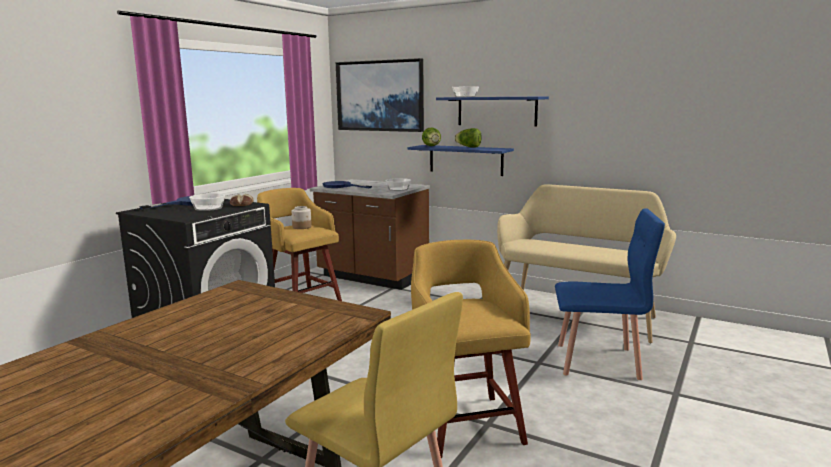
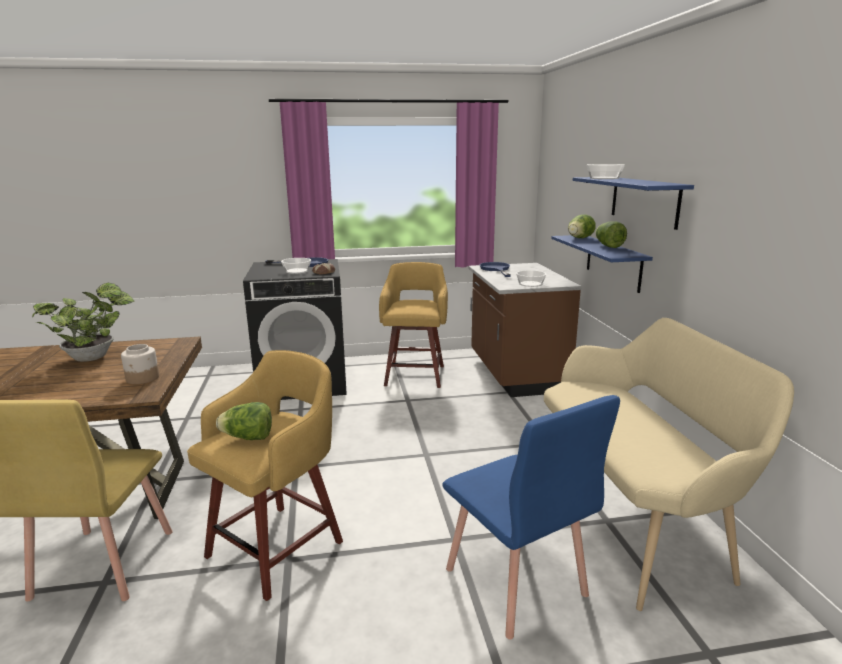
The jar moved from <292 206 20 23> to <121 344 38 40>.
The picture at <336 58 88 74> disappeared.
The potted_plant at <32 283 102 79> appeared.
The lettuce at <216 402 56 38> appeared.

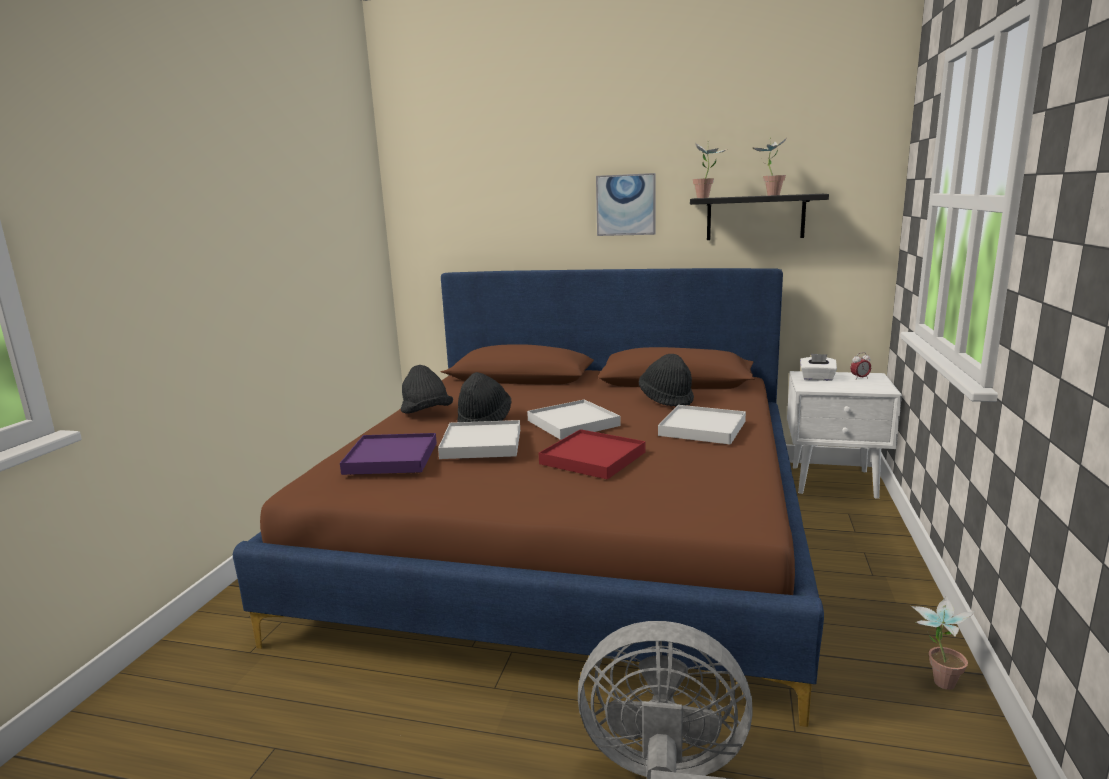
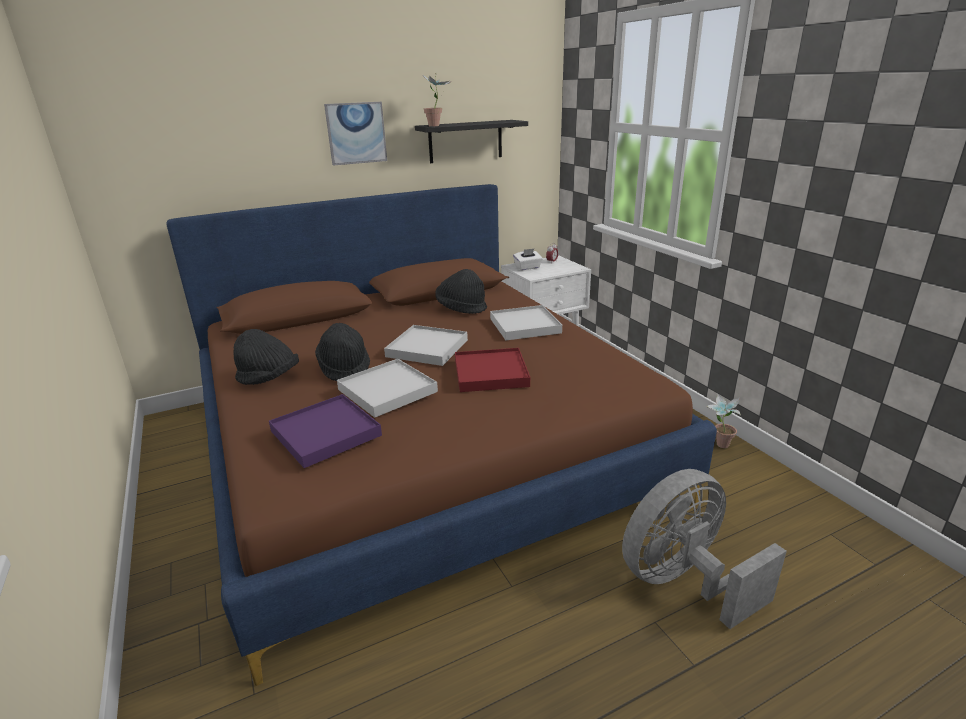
The potted_plant at <752 138 35 58> disappeared.

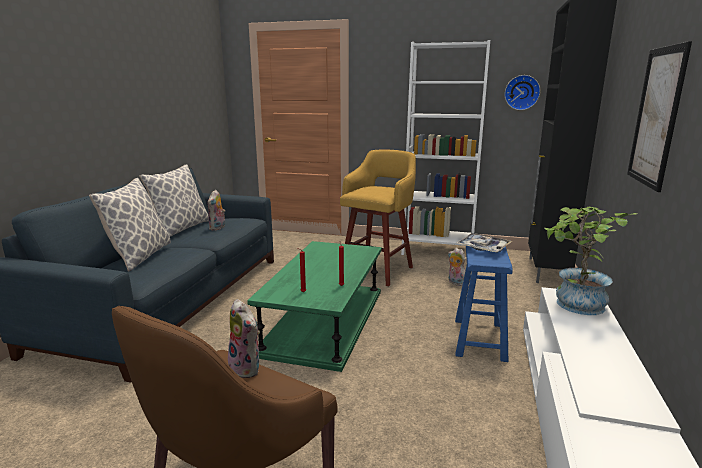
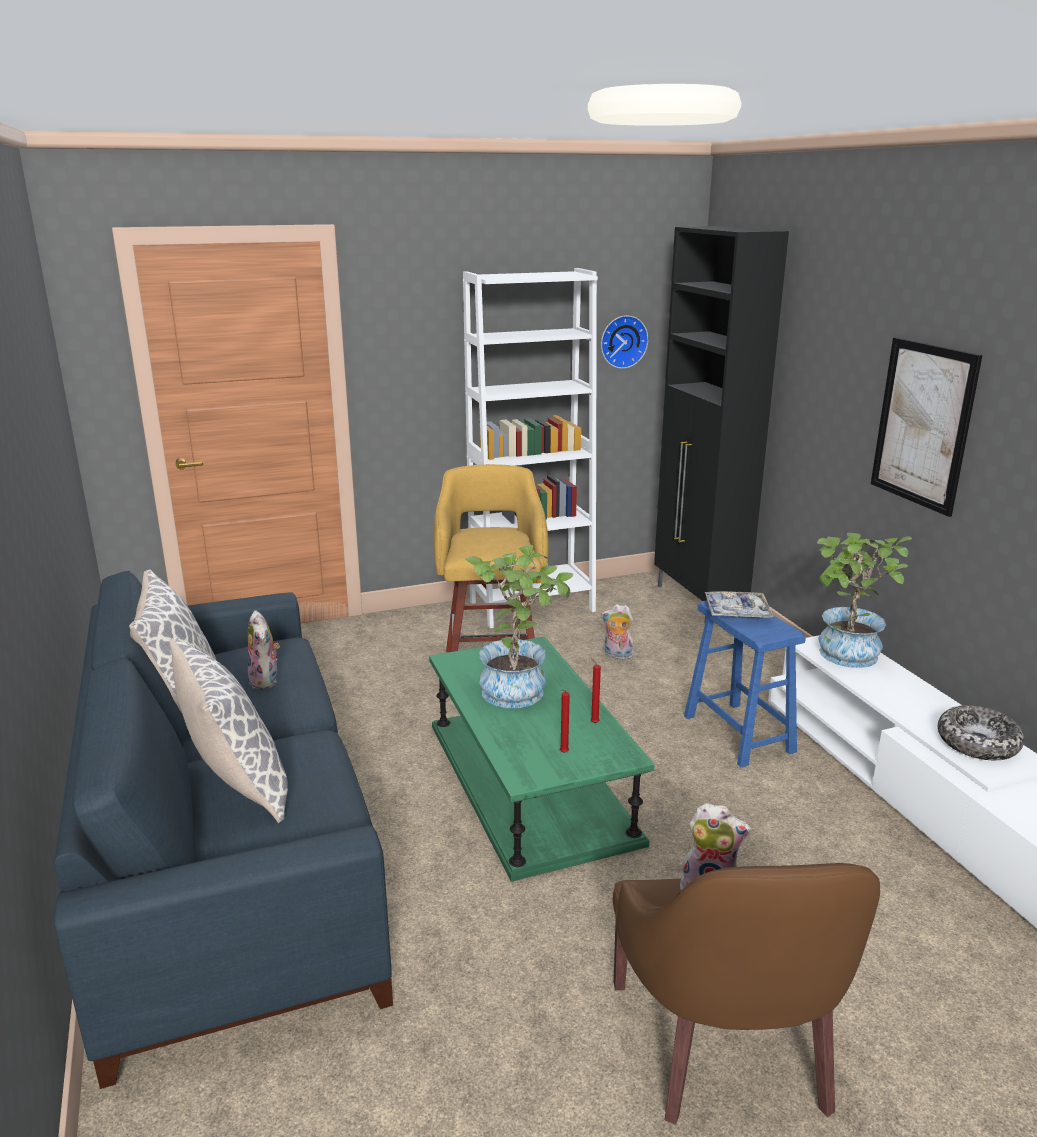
The potted_plant at <465 545 108 163> appeared.
The bowl at <938 705 86 55> appeared.

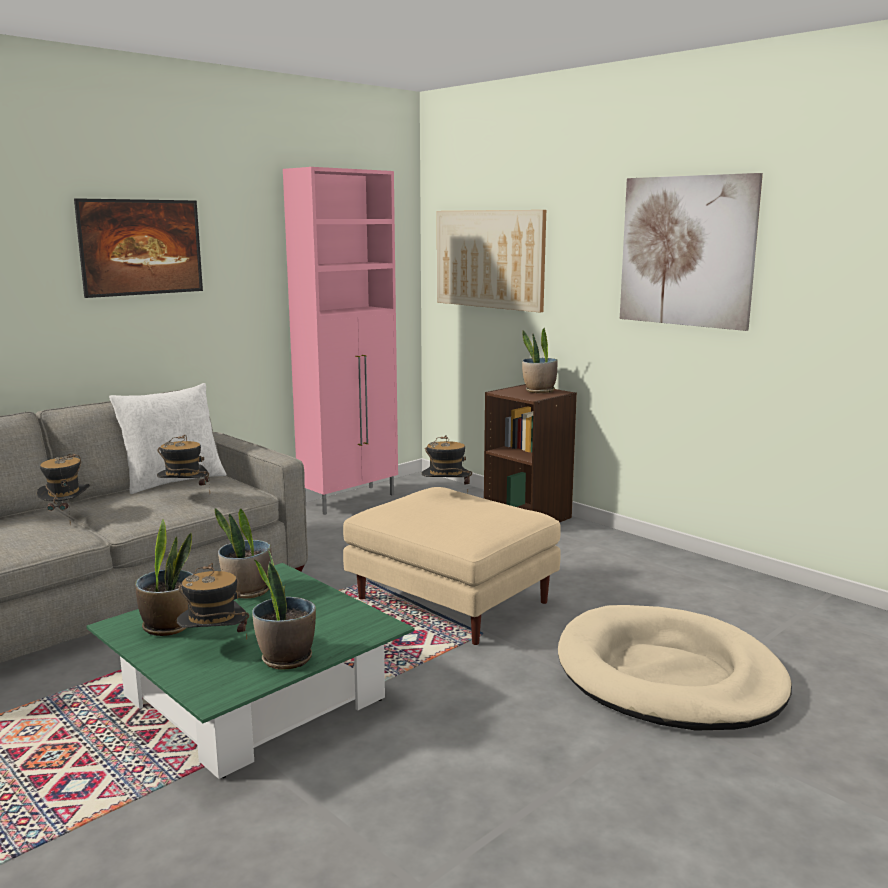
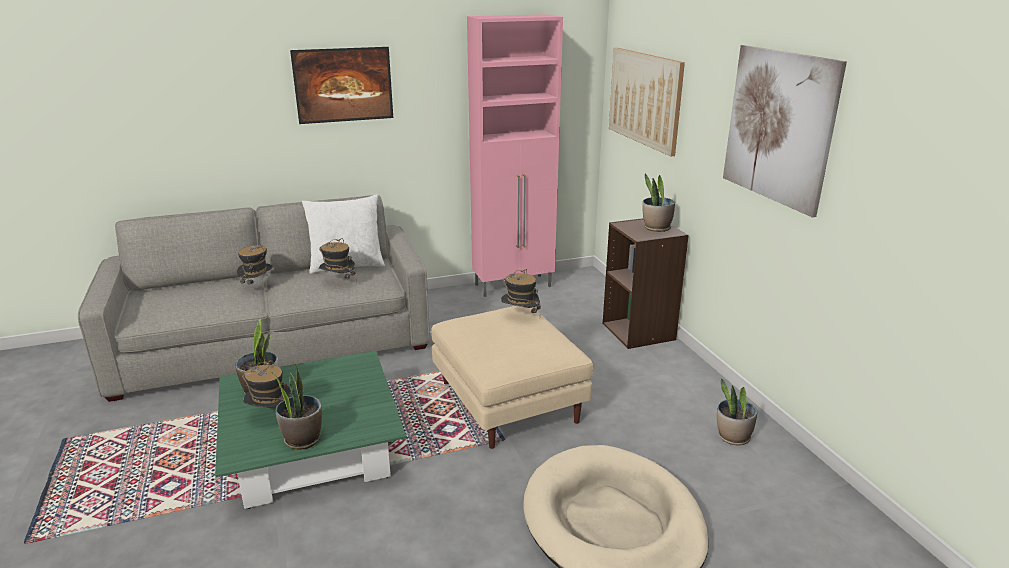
The potted_plant moved from <214 508 58 91> to <717 378 40 68>.

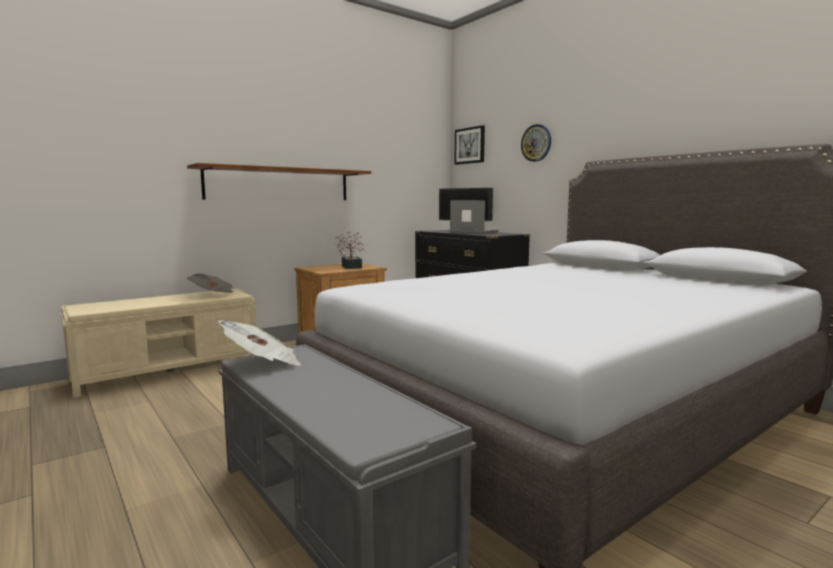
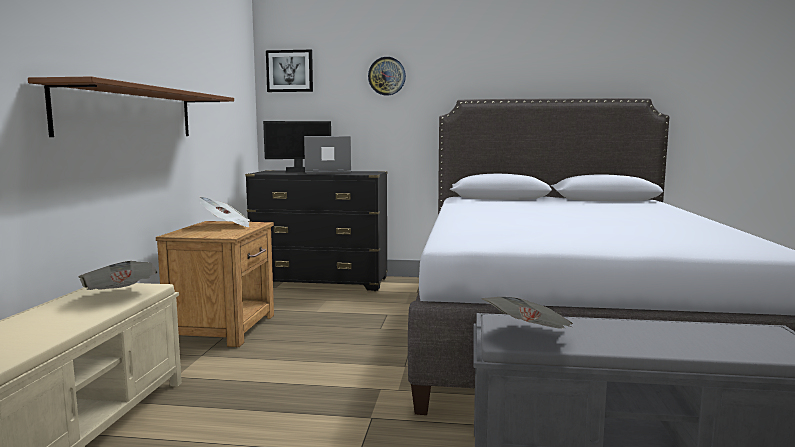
The potted_plant at <334 231 32 38> was replaced by the newspaper at <199 197 51 30>.

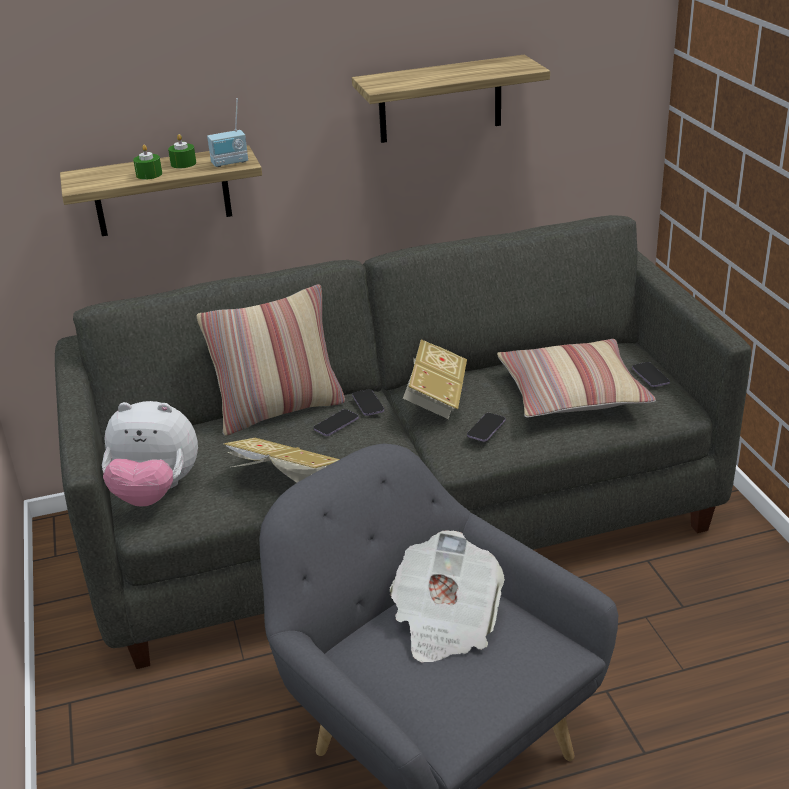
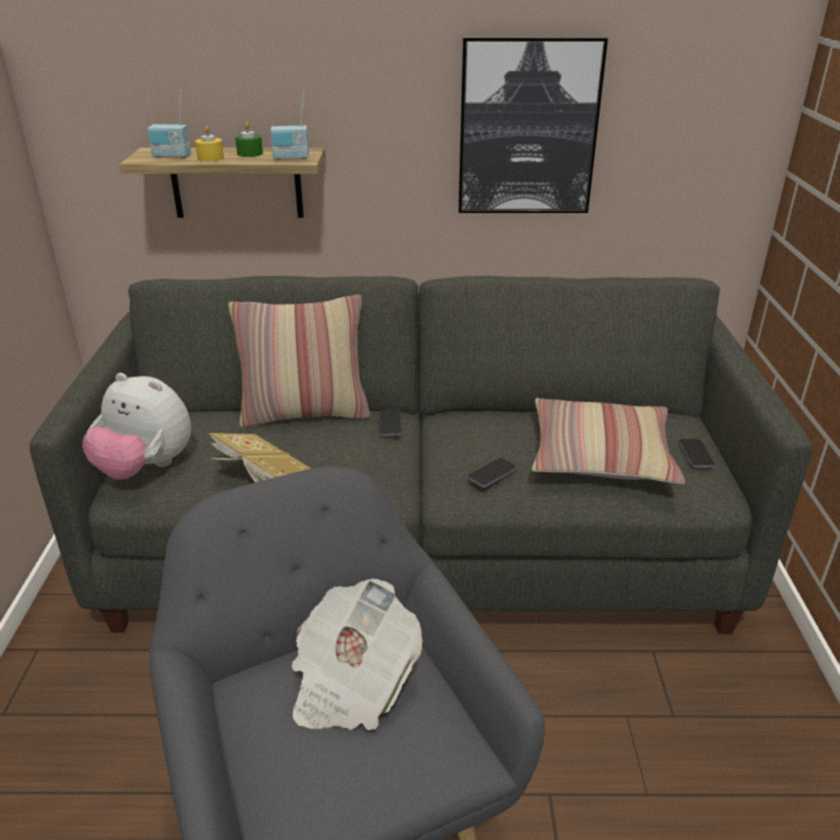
The green_candle at <133 144 29 35> became the yellow_candle at <195 126 29 35>.
The phone at <313 409 46 27> disappeared.
The shelf at <352 55 198 88> was replaced by the picture at <458 37 150 176>.
The book at <403 339 64 80> disappeared.
The radio at <147 90 44 68> appeared.

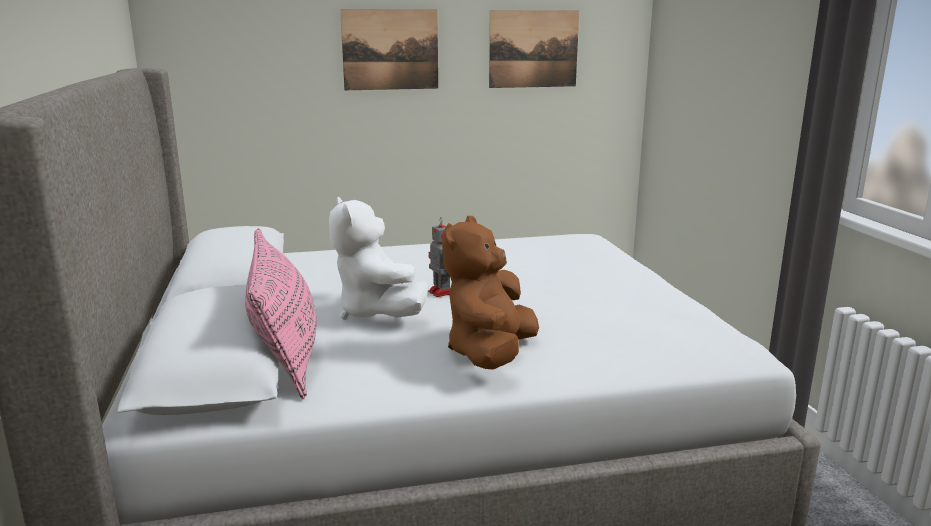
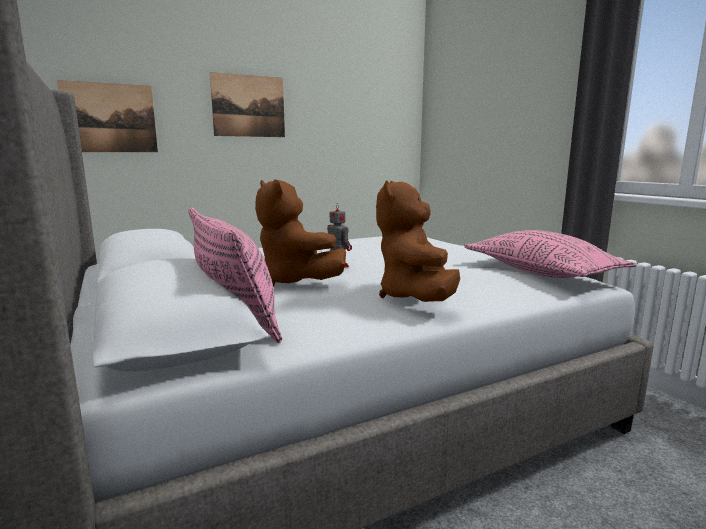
The white_plush_toy at <329 197 99 123> became the brown_plush_toy at <255 179 91 108>.
The picture moved from <489 10 90 78> to <57 80 101 72>.
The pink_pillow at <464 230 172 48> appeared.

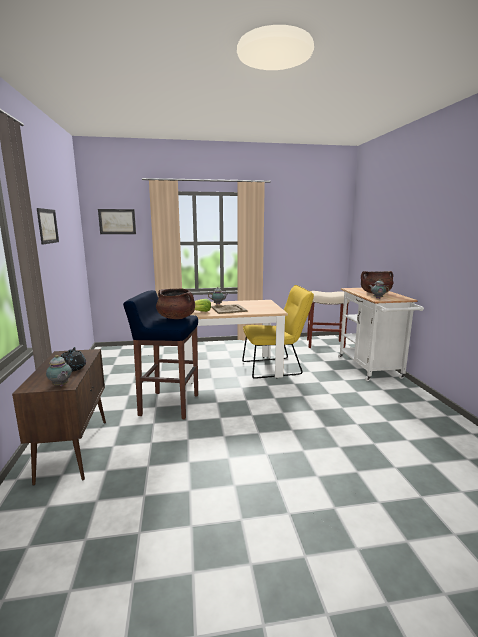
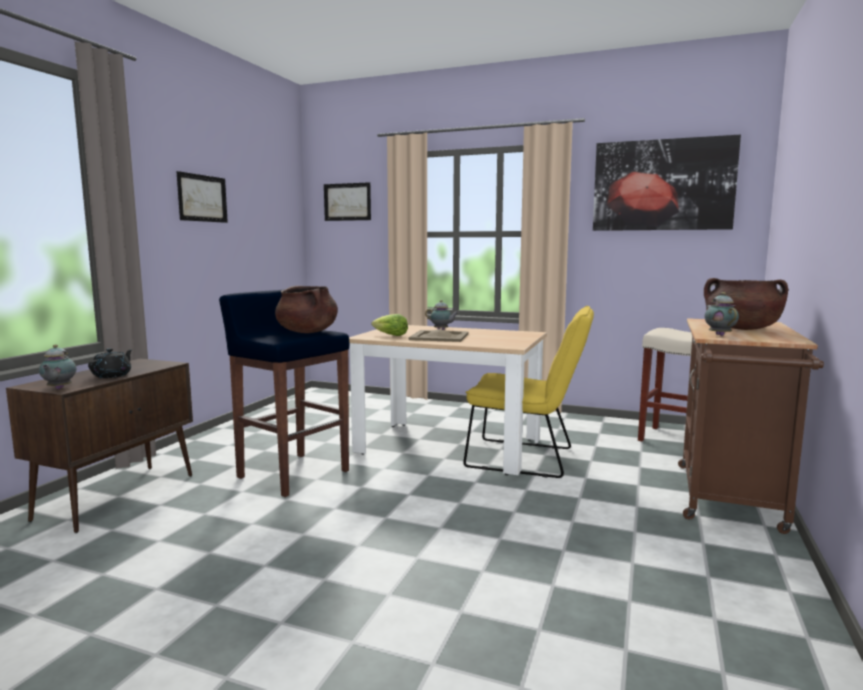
The white_cart at <338 288 86 93> became the brown_cart at <678 318 146 216>.
The picture at <593 135 148 96> appeared.

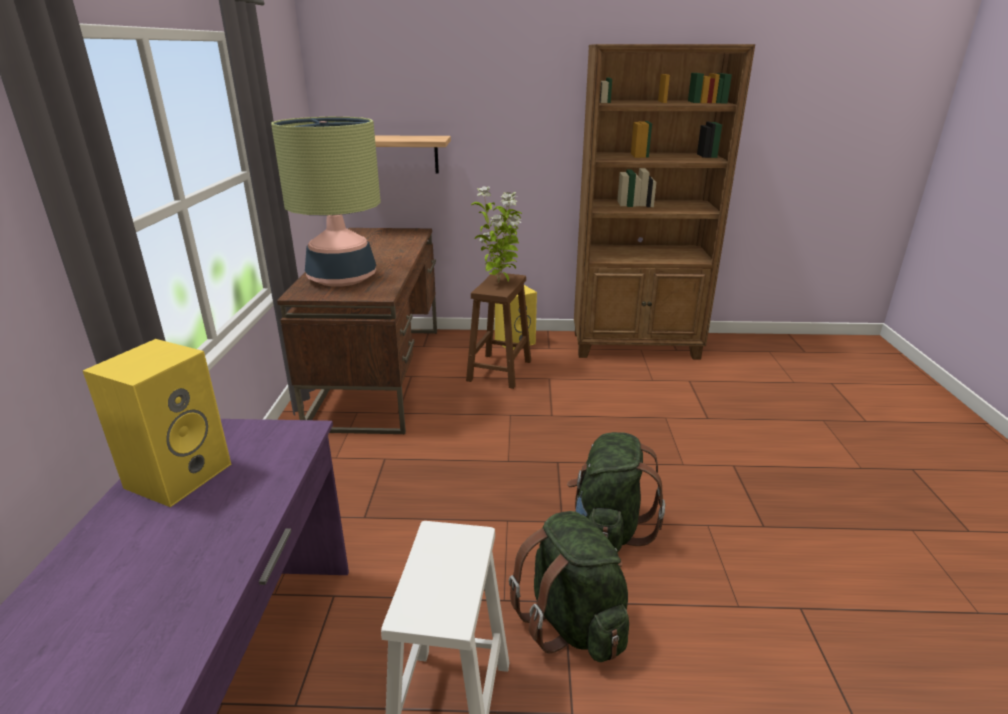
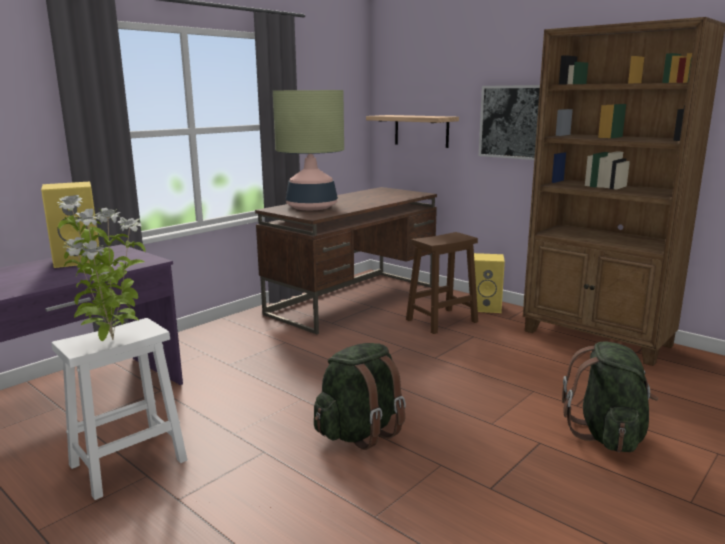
The potted_plant moved from <471 186 51 97> to <57 195 89 146>.
The green_backpack moved from <509 511 120 151> to <562 342 96 110>.
The picture at <479 85 61 75> appeared.

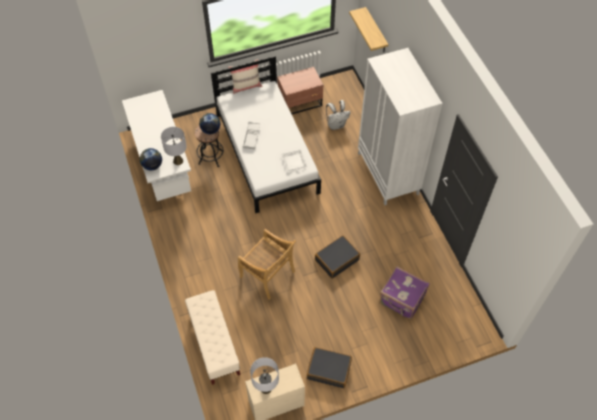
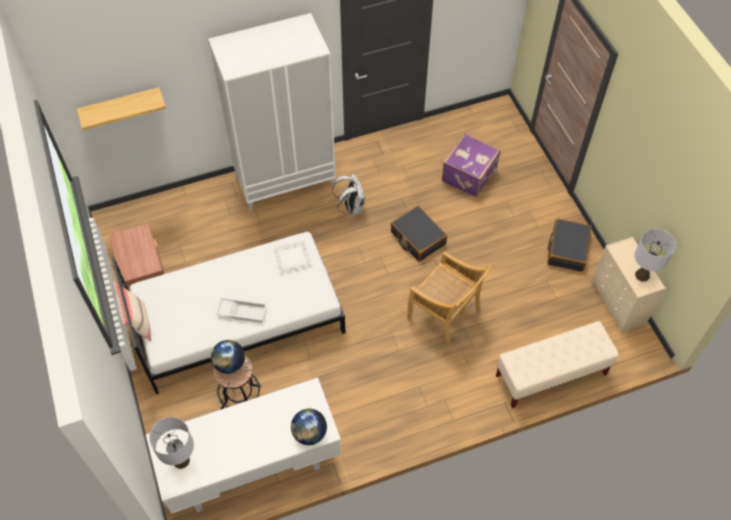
The grey_table_lamp moved from <161 127 26 38> to <149 417 45 52>.
The beige_chair at <238 229 58 71> turned 90 degrees clockwise.
The white_backpack moved from <326 100 25 30> to <332 174 33 42>.

